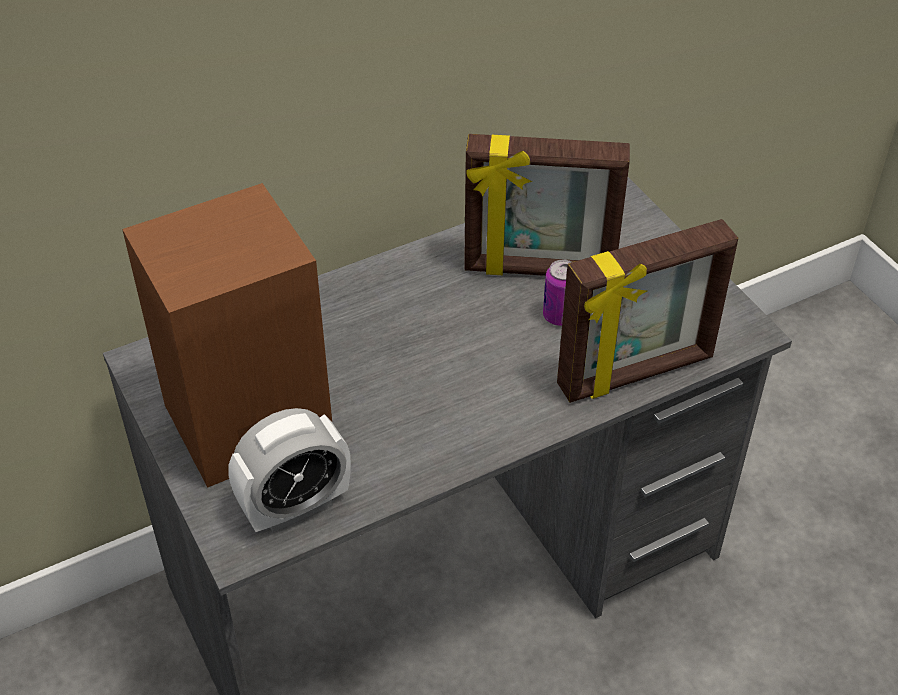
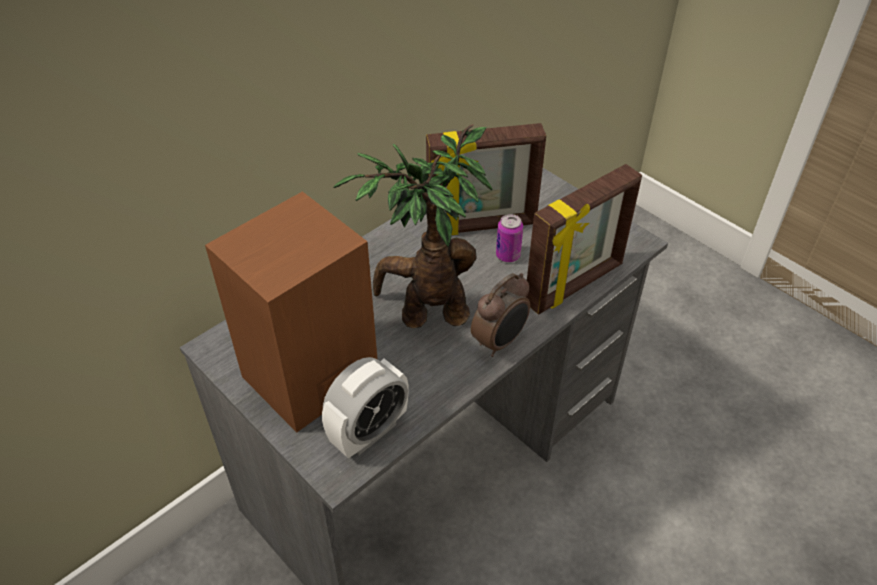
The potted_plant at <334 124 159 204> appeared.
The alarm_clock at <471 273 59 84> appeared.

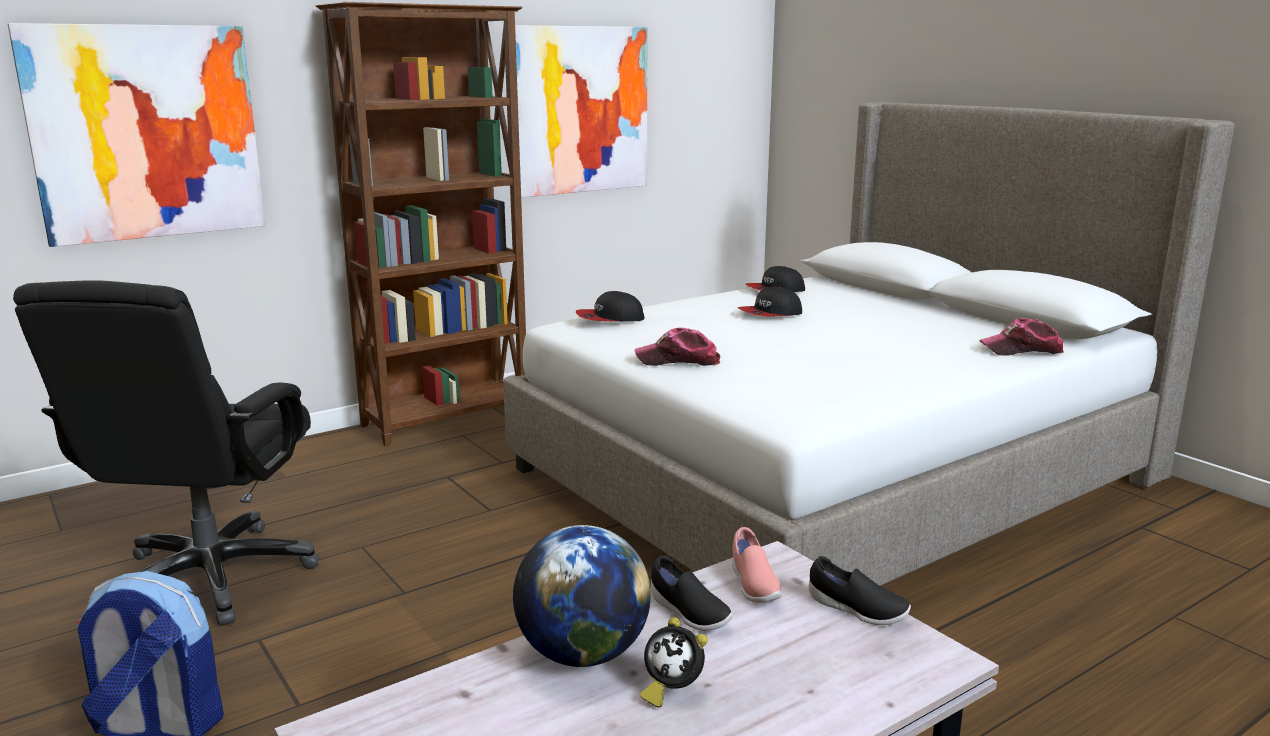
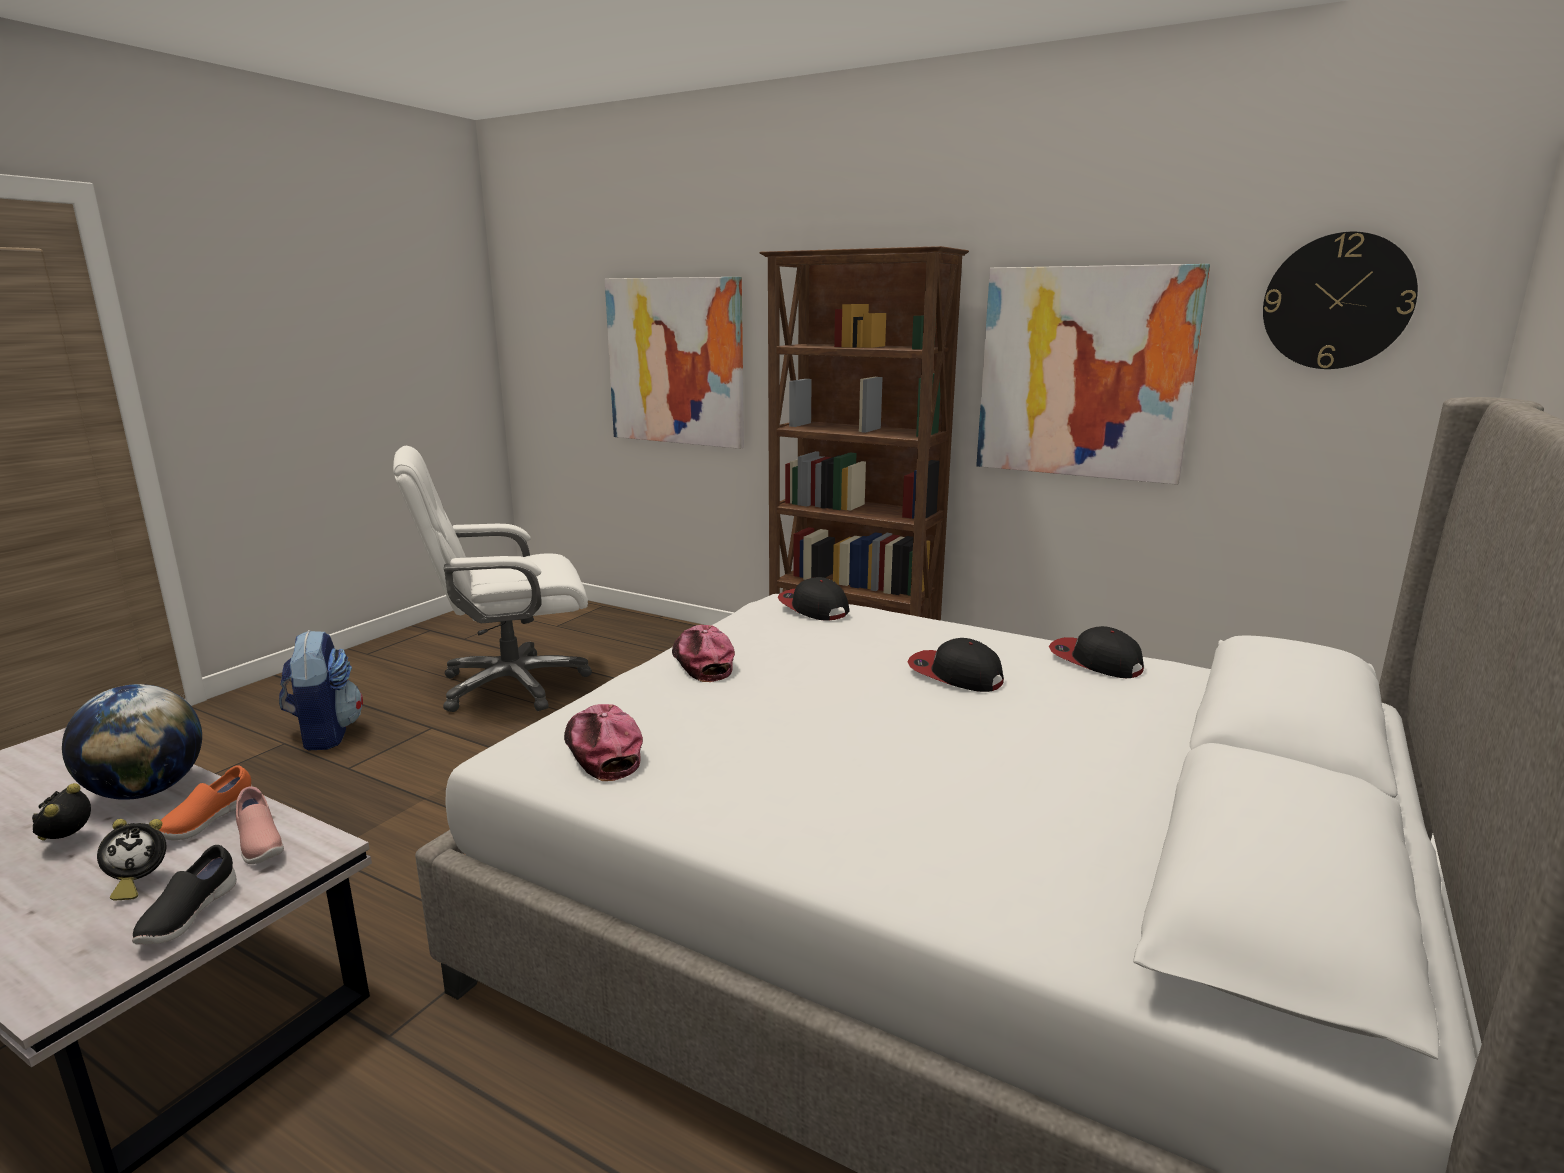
The black_office_chair at <13 280 307 346> became the white_office_chair at <393 446 199 266>.
The black_shoe at <651 555 81 76> became the orange_shoe at <159 765 93 75>.
The pink_shoe at <732 527 50 76> turned 90 degrees counterclockwise.
The cap moved from <980 318 84 38> to <564 704 79 77>.
The alarm_clock at <97 819 69 81> appeared.
The wall_clock at <1263 232 155 137> appeared.

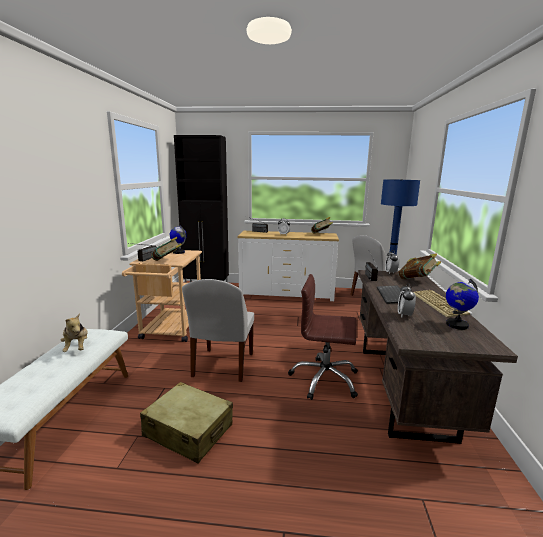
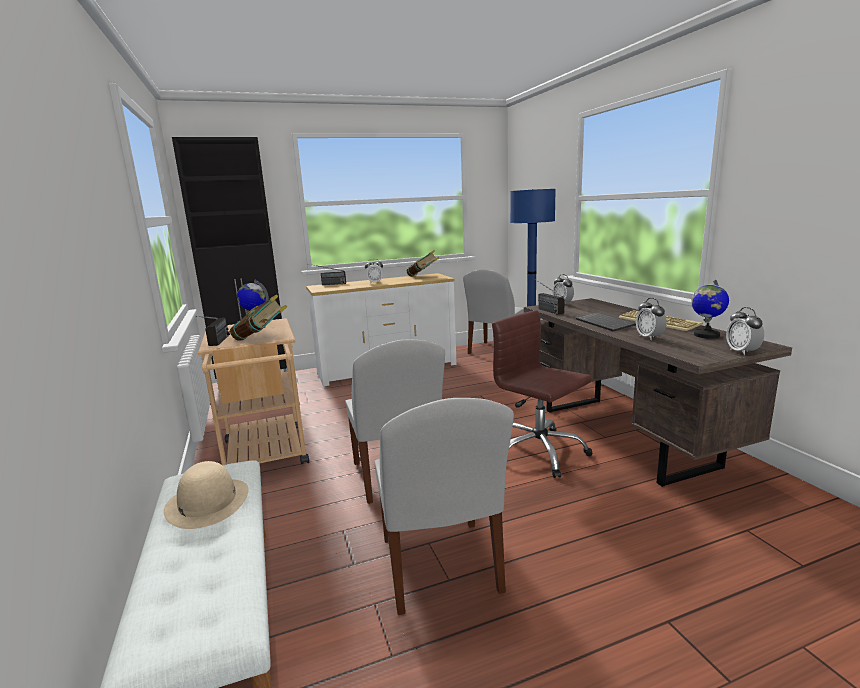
The plush_toy at <61 313 27 39> was replaced by the beige_hat at <164 461 85 68>.
The beige_suitcase at <140 382 93 82> was replaced by the white_chair at <375 398 139 217>.
The brown_office_chair at <288 274 70 126> turned 60 degrees clockwise.
The book at <398 254 43 25> disappeared.
The alarm_clock at <726 307 38 48> appeared.

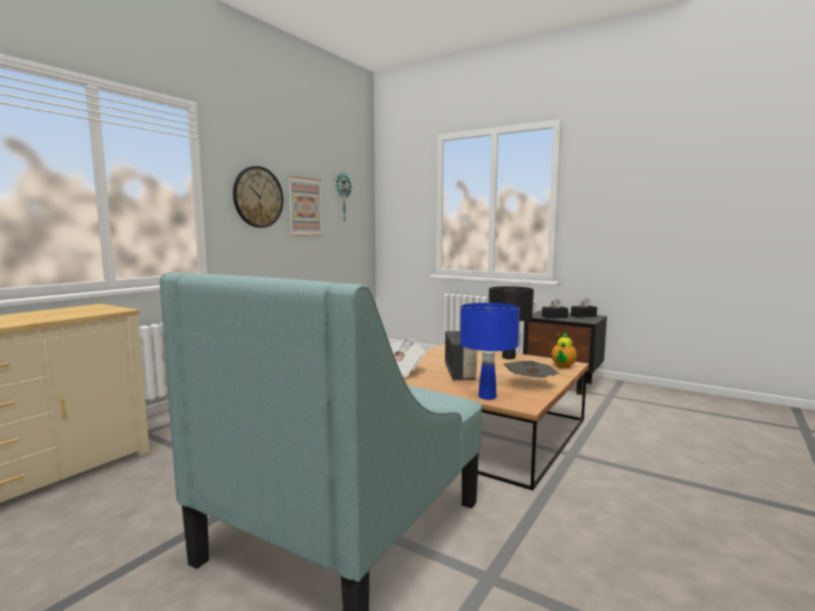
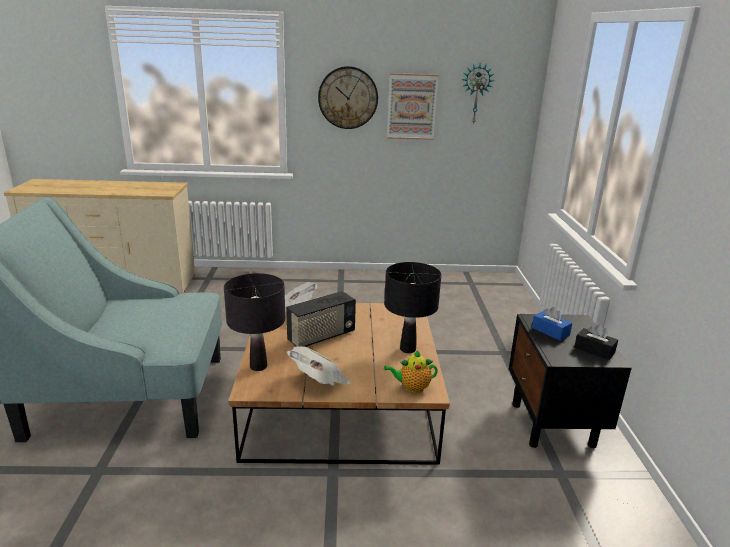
The blue_table_lamp at <460 303 60 97> became the black_table_lamp at <224 273 61 98>.
The black_tissue_box at <542 298 26 20> became the blue_tissue_box at <532 307 40 34>.

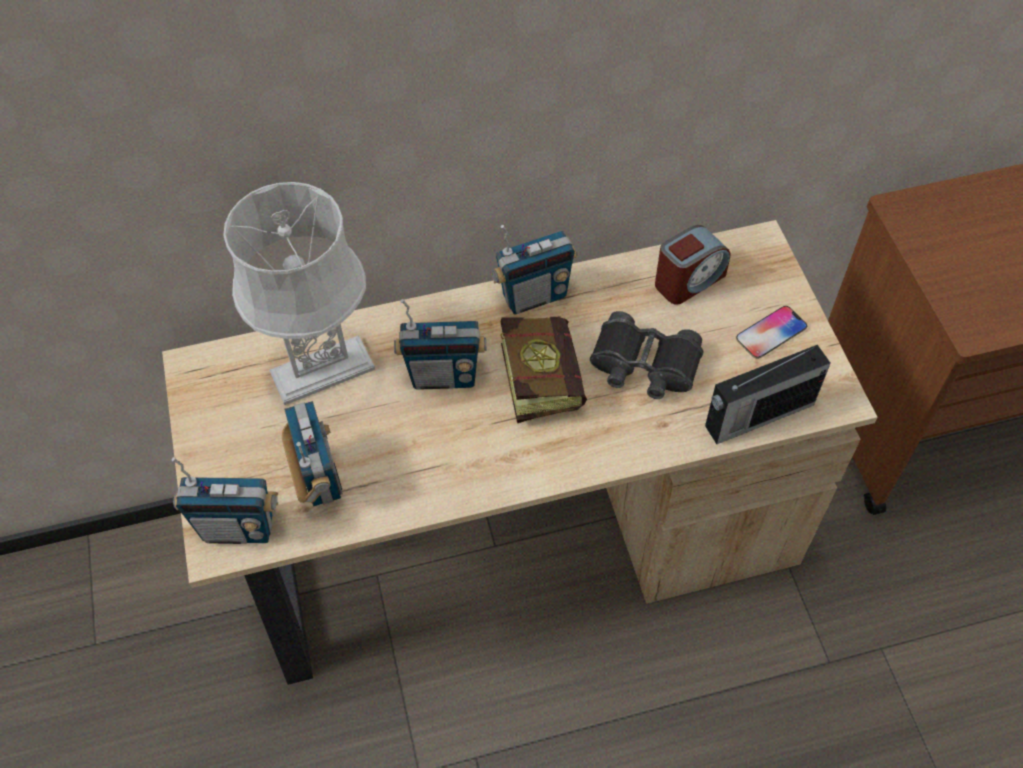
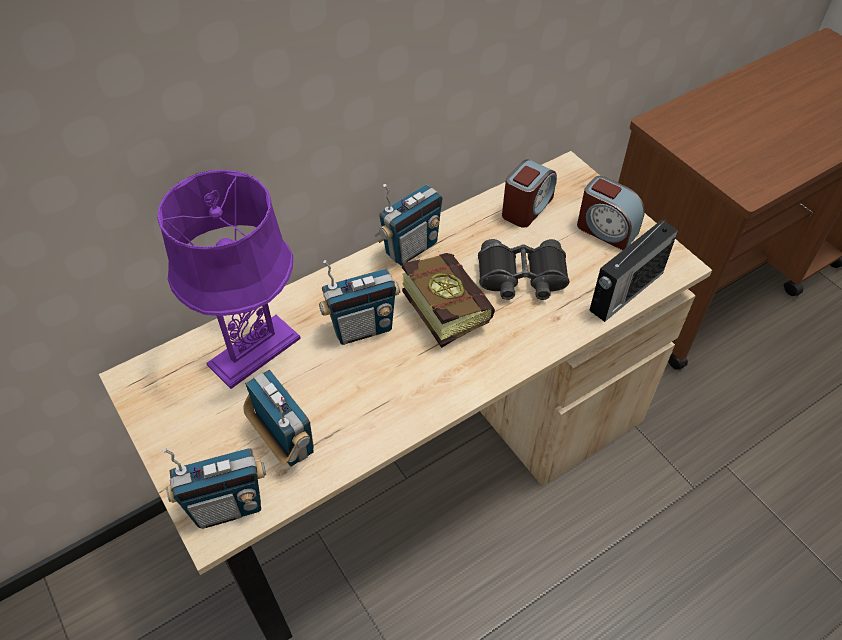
The grey_table_lamp at <223 182 152 223> became the purple_table_lamp at <157 170 144 219>.
The phone at <736 306 71 53> was replaced by the alarm_clock at <577 176 68 74>.

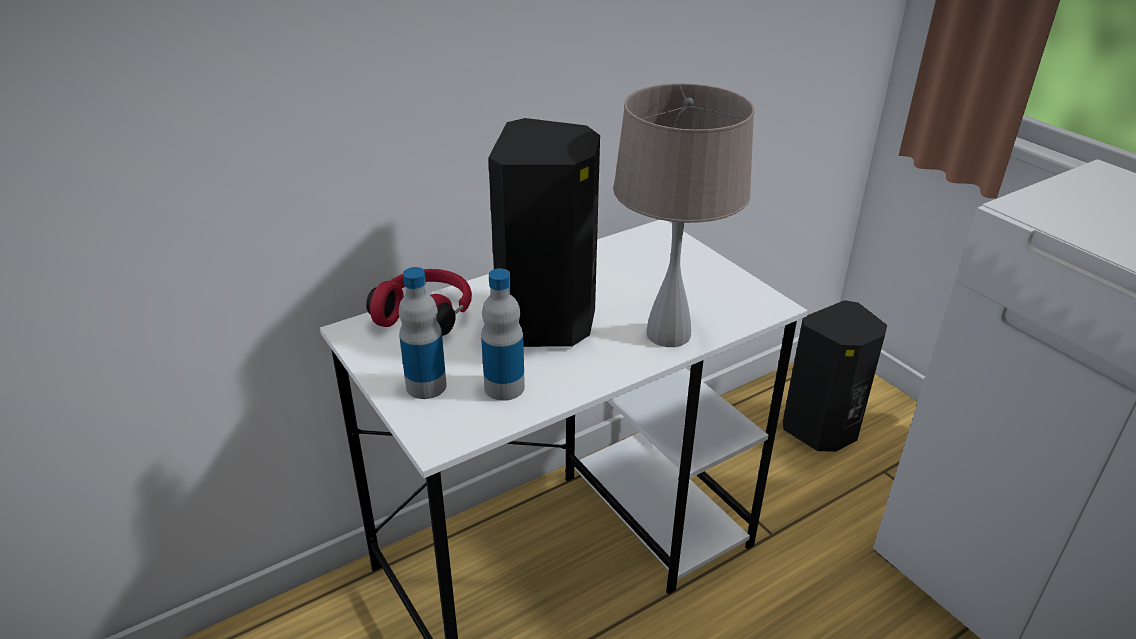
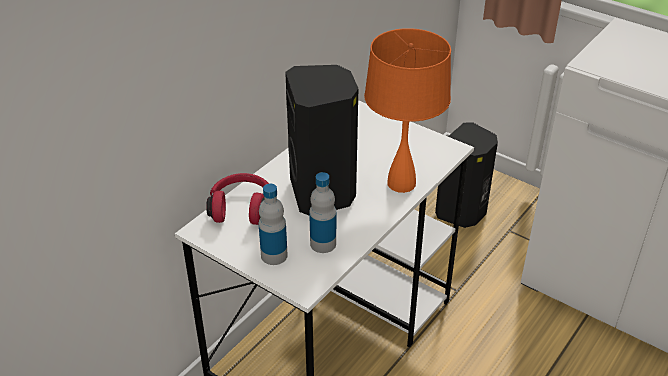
The beige_table_lamp at <613 83 142 264> became the orange_table_lamp at <364 28 87 165>.

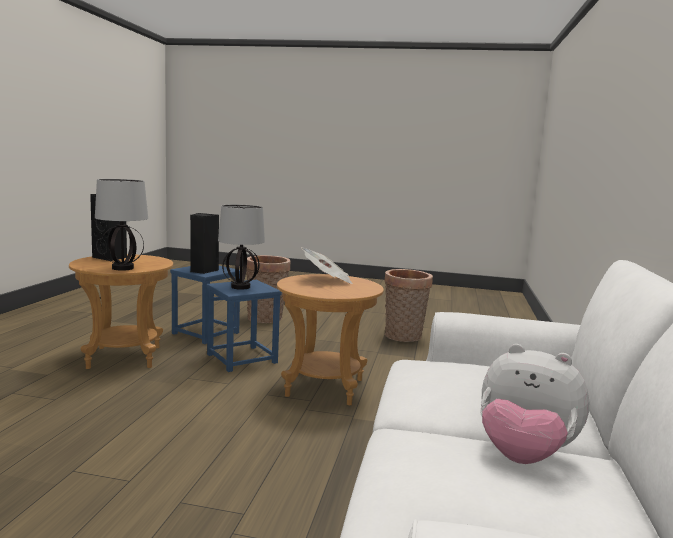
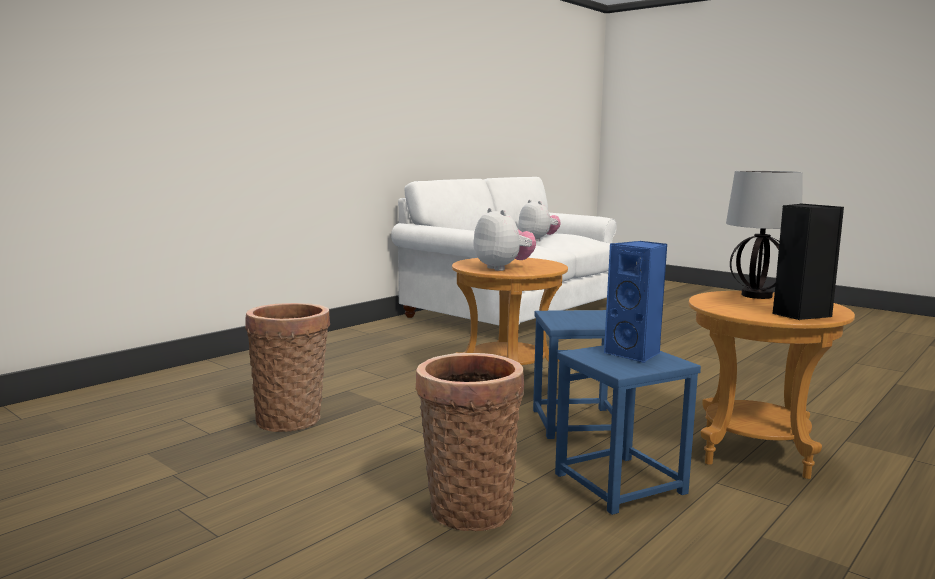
The black_speaker at <190 213 29 61> became the blue_speaker at <603 241 64 122>.
The table_lamp at <218 204 47 86> disappeared.
The newspaper at <301 247 52 37> was replaced by the plush_toy at <474 208 62 63>.

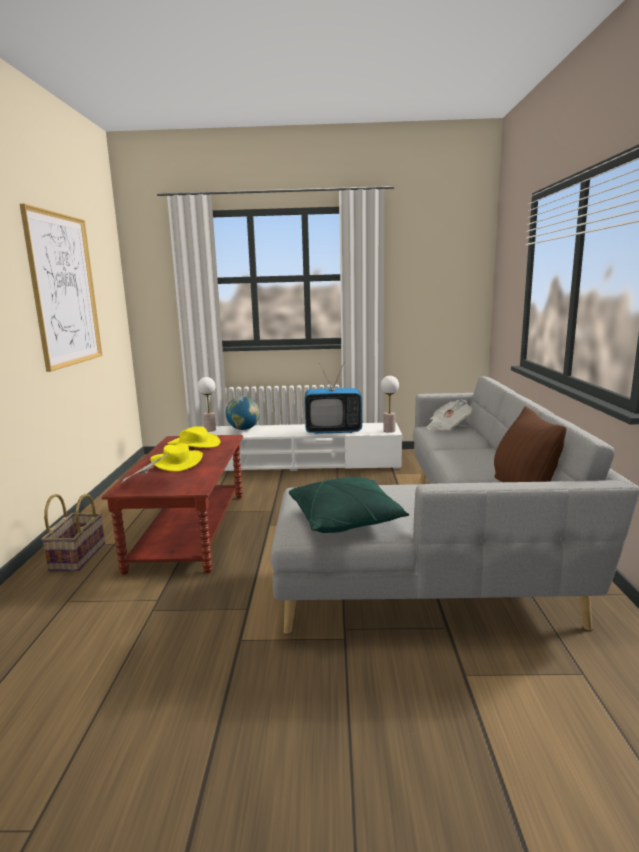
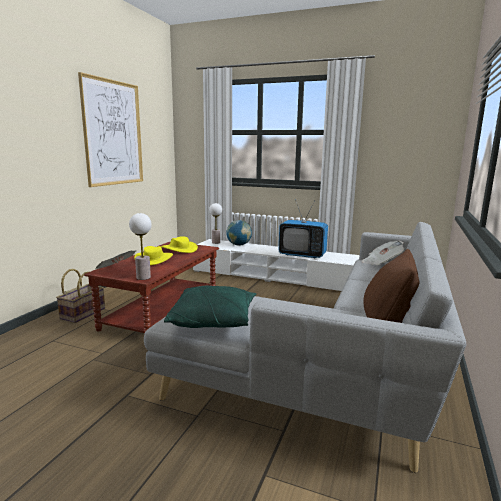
The table_lamp moved from <381 376 18 57> to <129 213 23 67>.

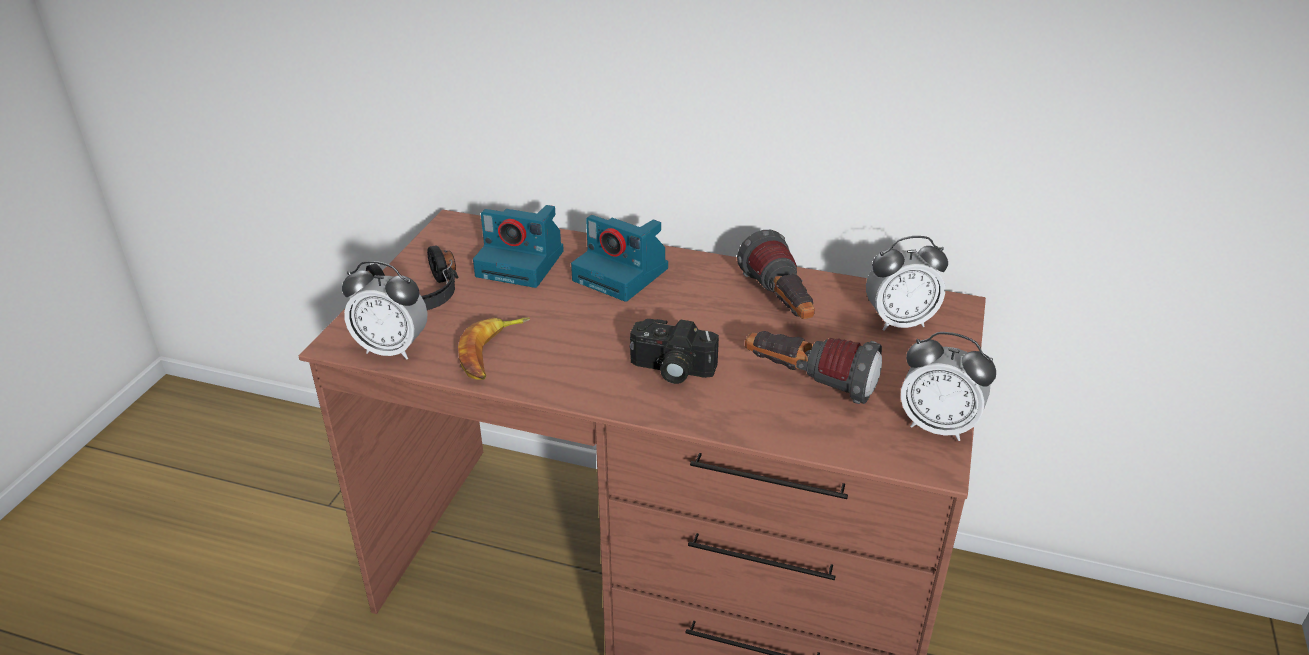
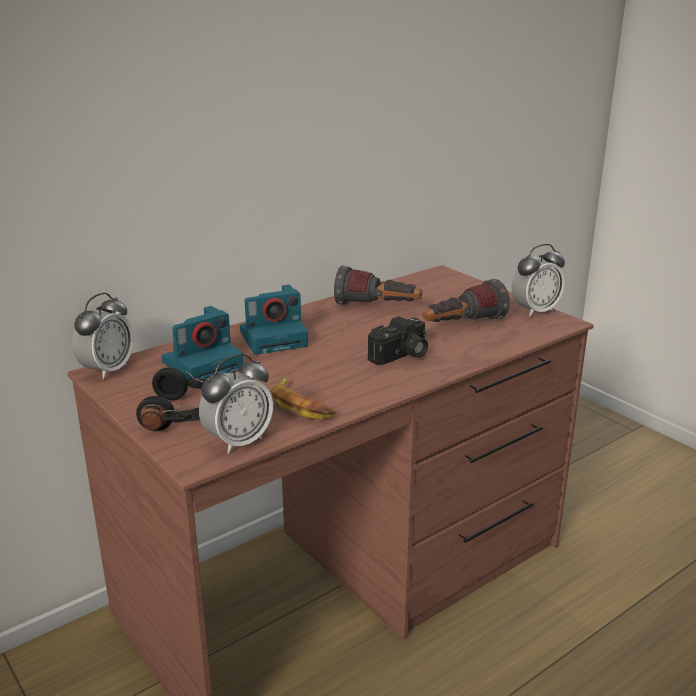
The alarm_clock moved from <866 236 82 95> to <72 293 62 86>.

